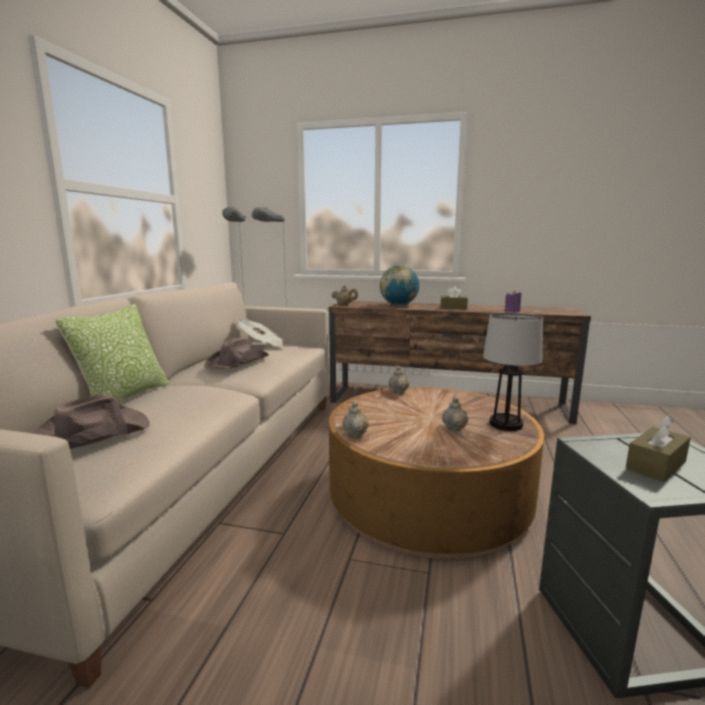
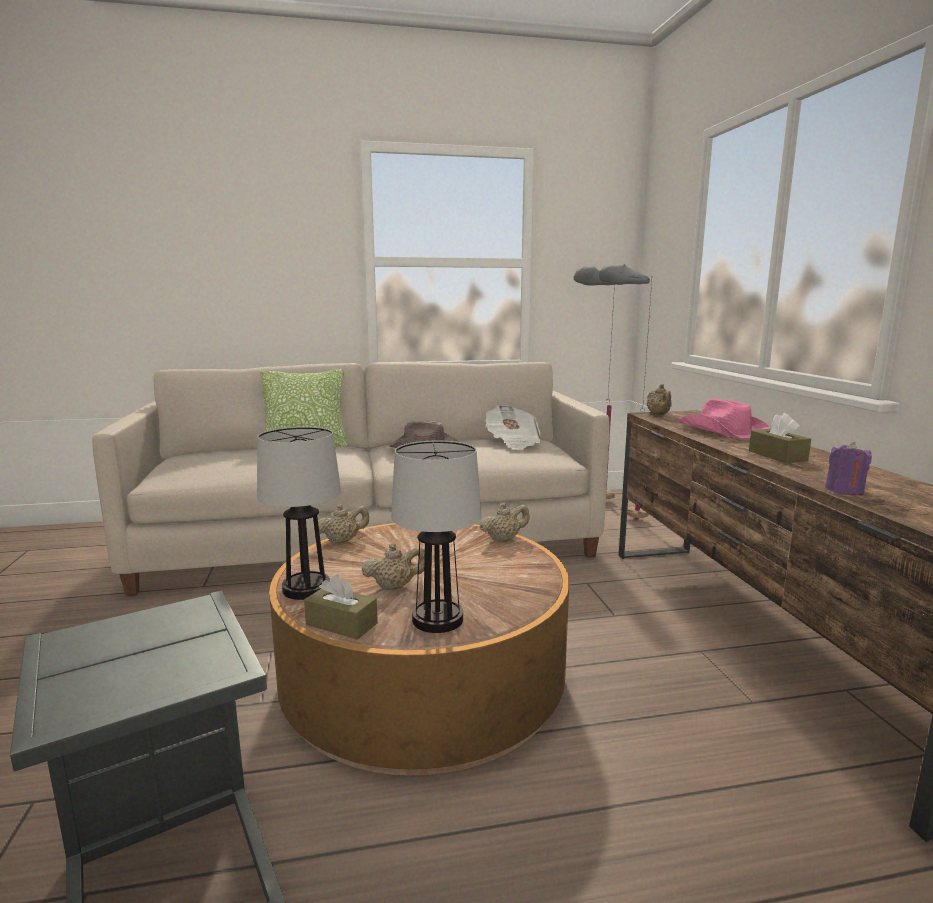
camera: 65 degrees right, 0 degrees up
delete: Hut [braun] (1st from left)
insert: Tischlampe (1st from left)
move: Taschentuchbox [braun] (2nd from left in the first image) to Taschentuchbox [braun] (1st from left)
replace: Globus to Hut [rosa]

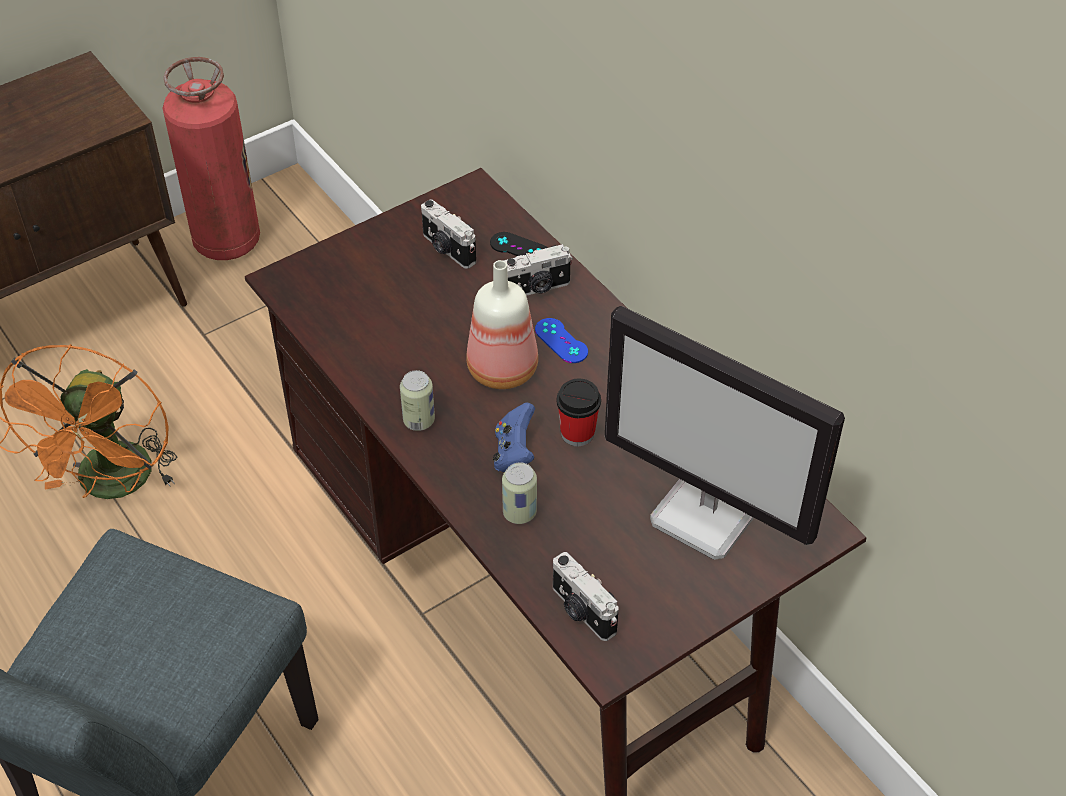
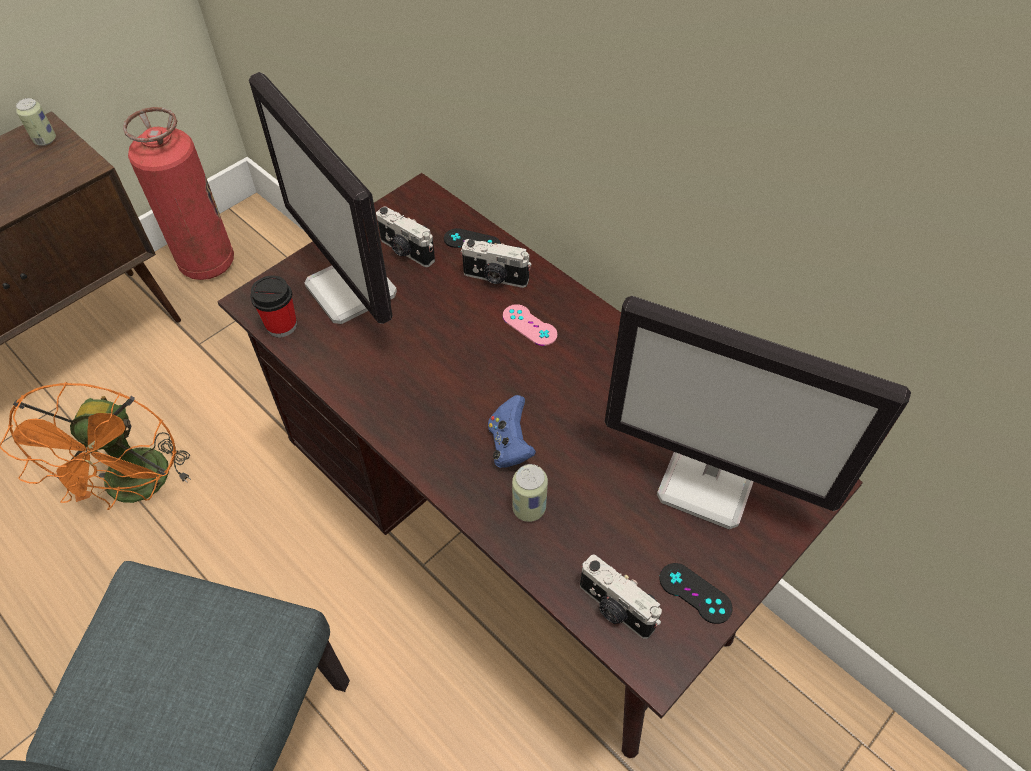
camera: 10 degrees left, 5 degrees up
delete: Flasche
insert: Monitor (1st from left); Gamepad [schwarz] (2nd from left)
move: Dose (1st from left); Tasse
recolor: Gamepad [blau] (2nd from left) to Gamepad [rosa]
rotate: Kamera (2nd from left) 45 degrees clockwise

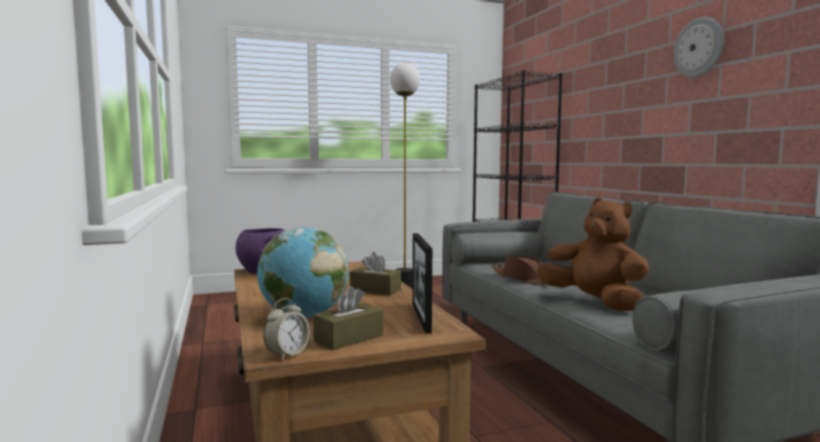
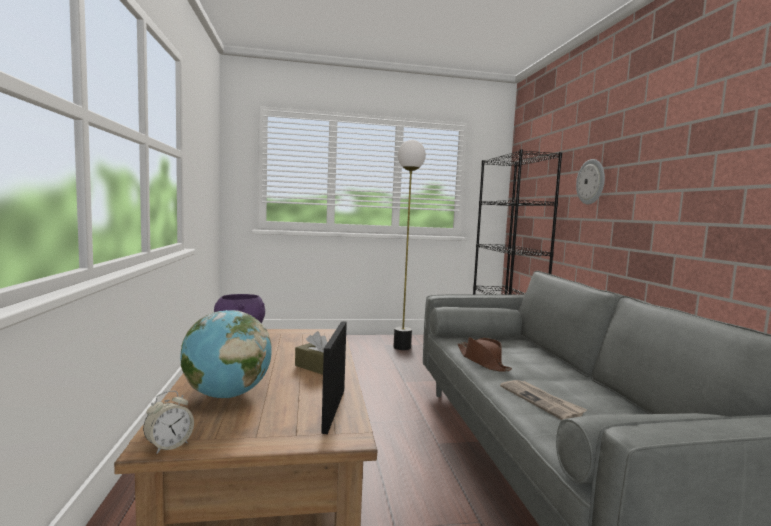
camera: 10 degrees right, 0 degrees up
delete: Taschentuchbox [braun] (1st from left)
move: Wanduhr
replace: Plüschtier [braun] to Zeitung

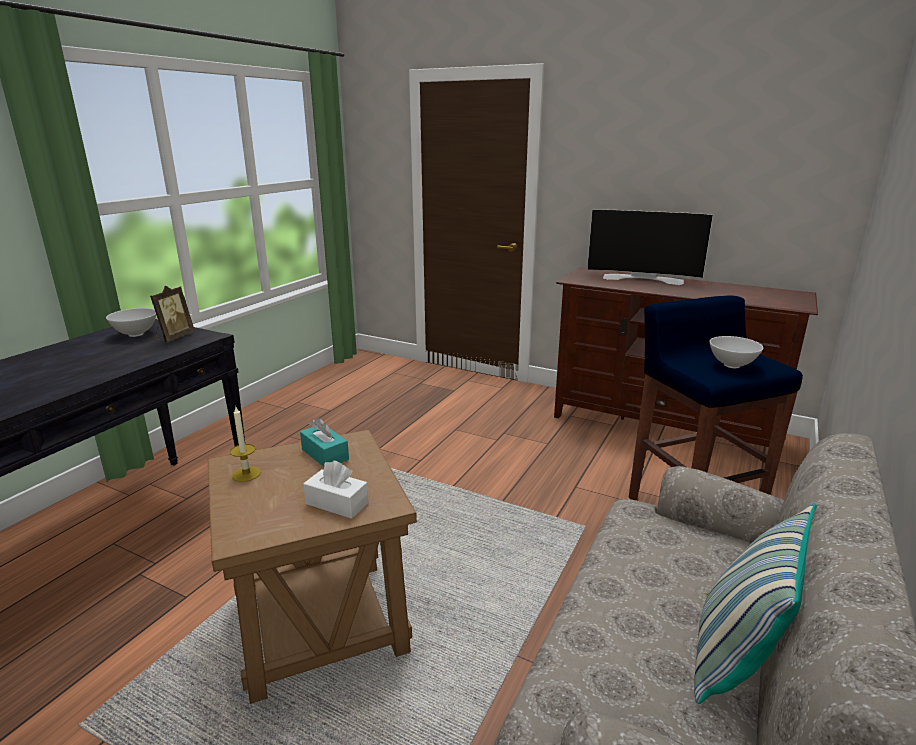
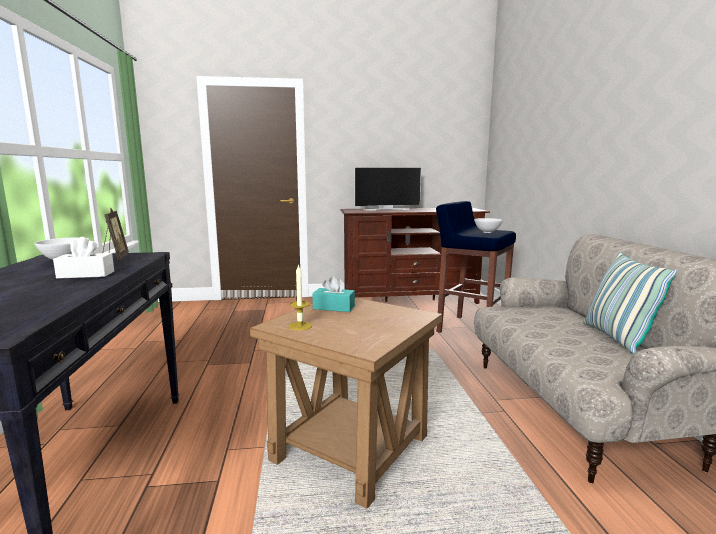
camera: 35 degrees left, 10 degrees down
move: Taschentuchbox [weiß]

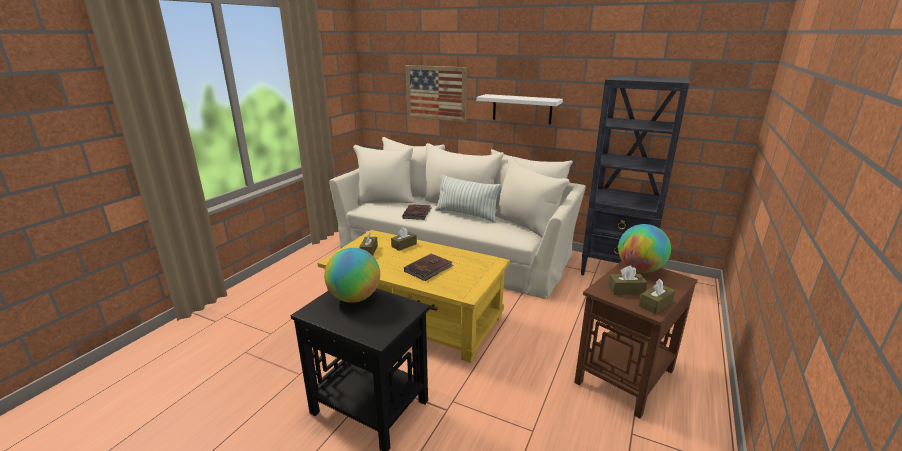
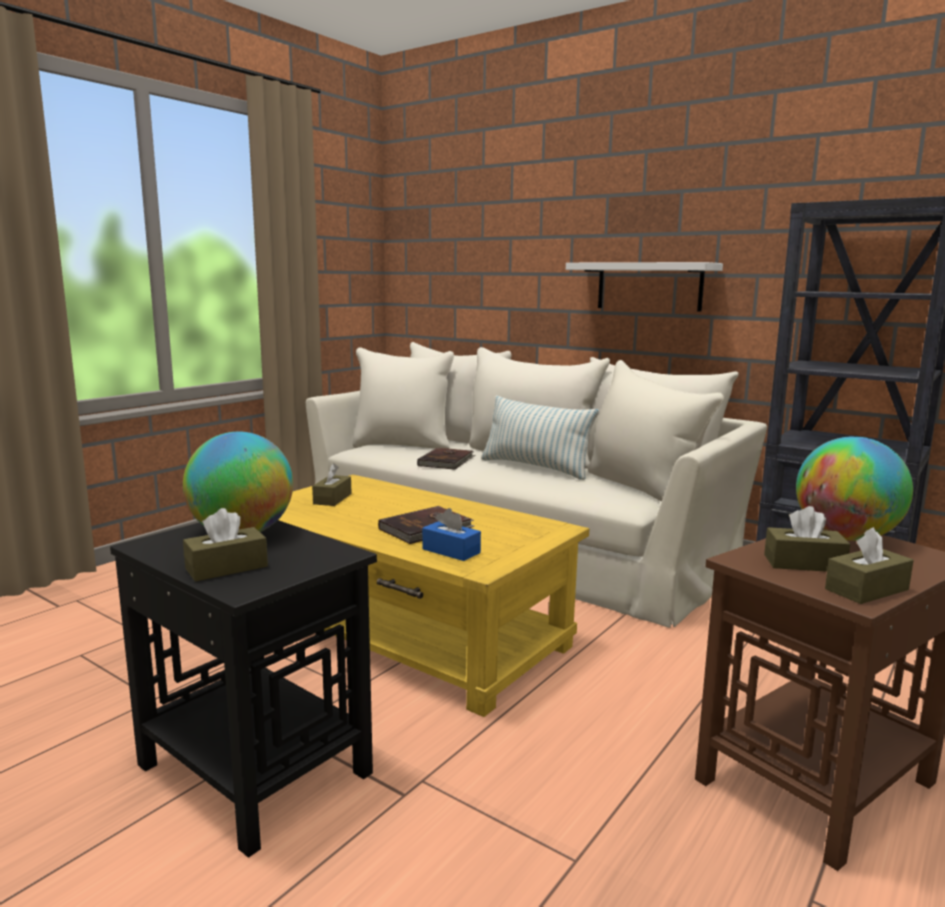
camera: 10 degrees right, 10 degrees down
delete: Bild
insert: Taschentuchbox [blau]
move: Taschentuchbox [braun] (2nd from left in the first image) to Taschentuchbox [braun] (1st from left)

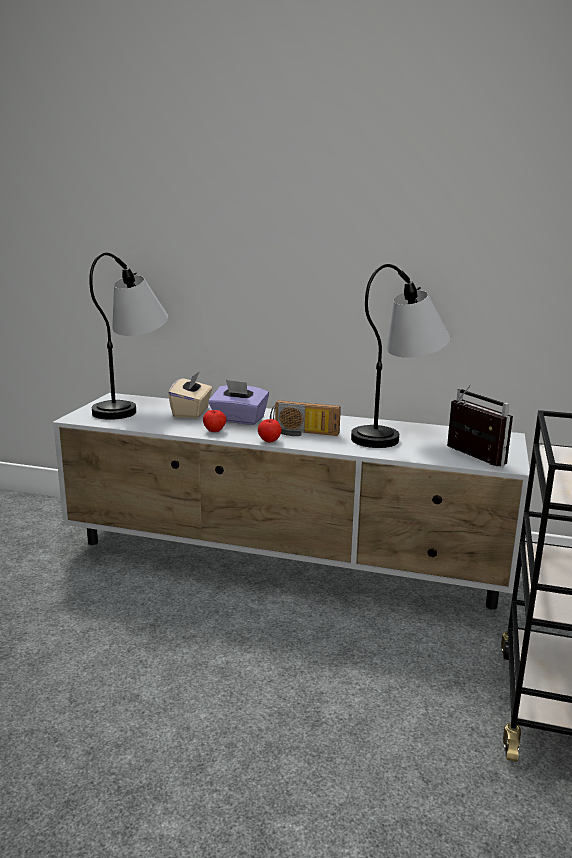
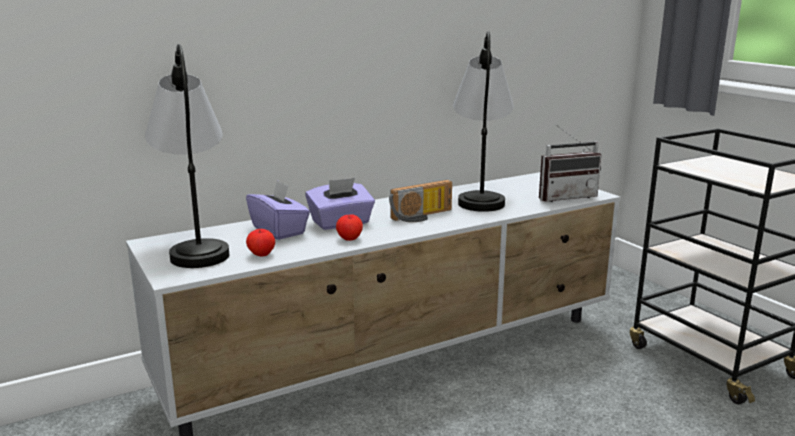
camera: 45 degrees left, 0 degrees up
move: Apfel (2nd from left in the first image) to Apfel (1st from left)
recolor: Taschentuchbox [beige] to Taschentuchbox [lila] (1st from left)
rotate: Radio (2nd from left) 150 degrees clockwise

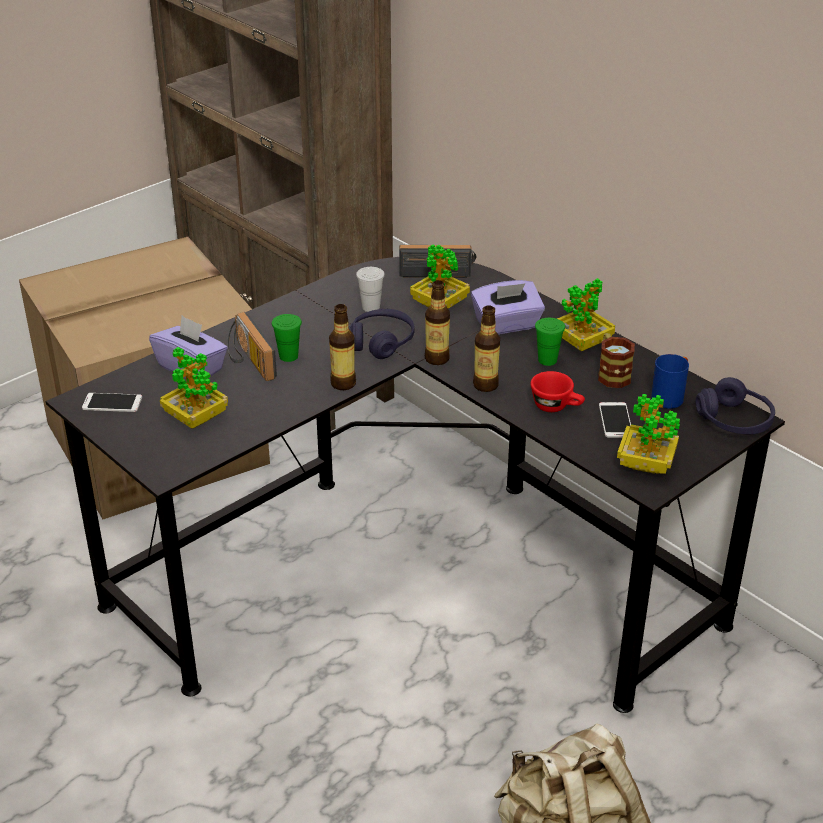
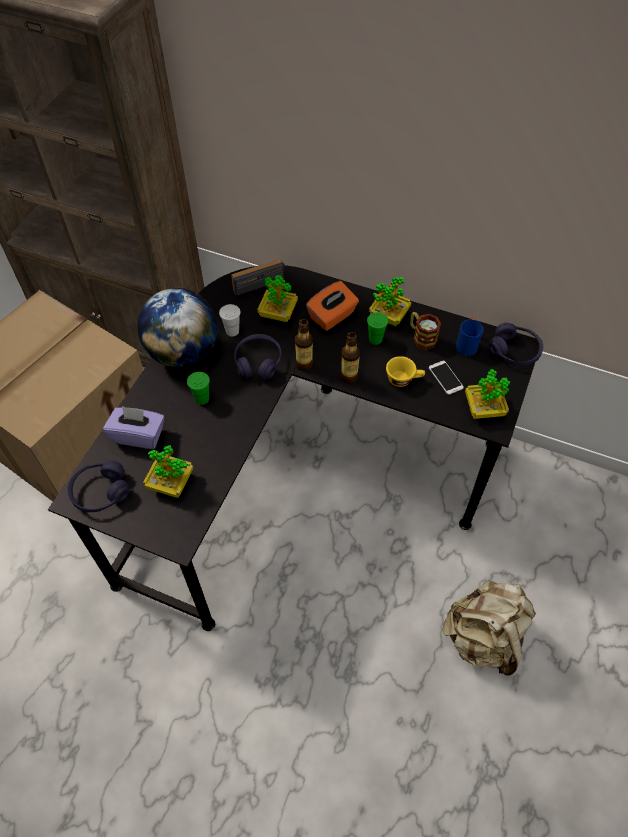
camera: 25 degrees left, 20 degrees up
delete: Radio (1st from left); Flasche (1st from left)
insert: Globus
replace: Handy (1st from left) to Kopfhörer [lila] (1st from left)
recolor: Taschentuchbox [lila] (2nd from left) to Taschentuchbox [orange]; Tasse [rot] to Tasse [gelb]

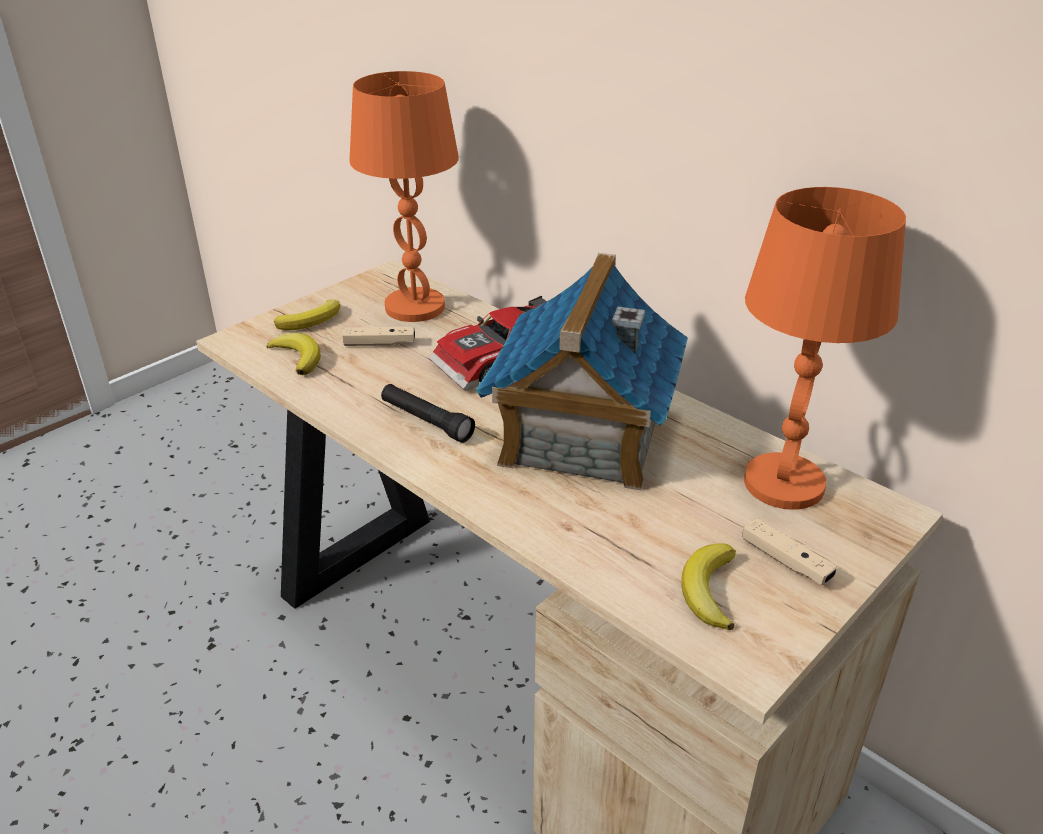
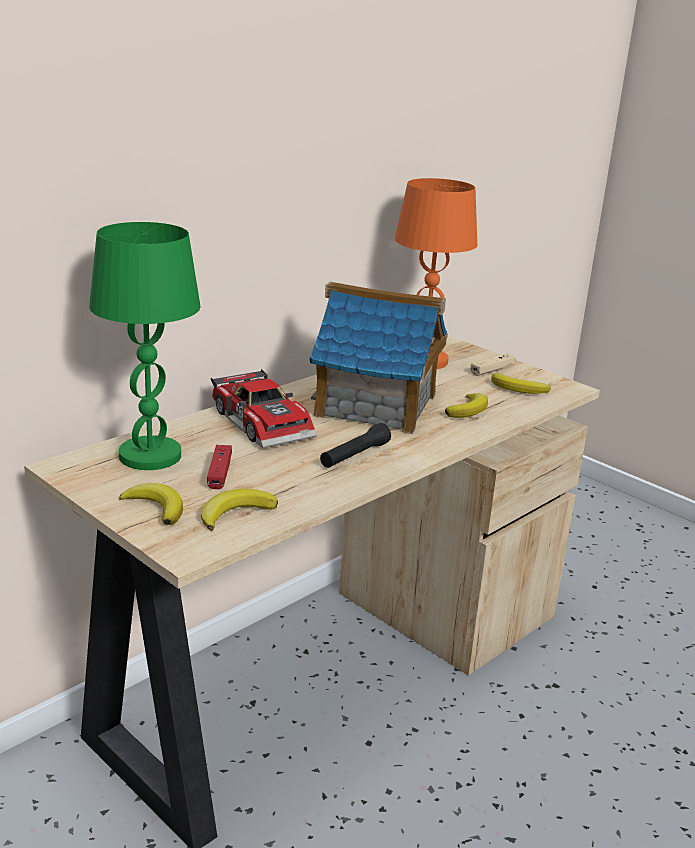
camera: 90 degrees left, 10 degrees down
insert: Banane (3rd from left)
recolor: Gamepad [beige] (1st from left) to Gamepad [rot]; Tischlampe [orange] (1st from left) to Tischlampe [grün]

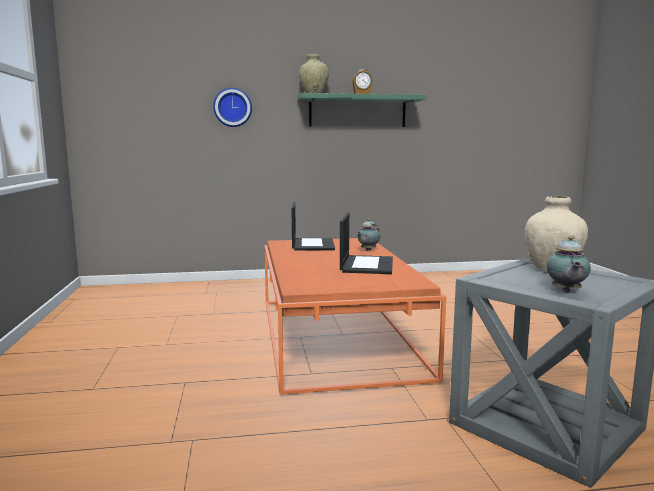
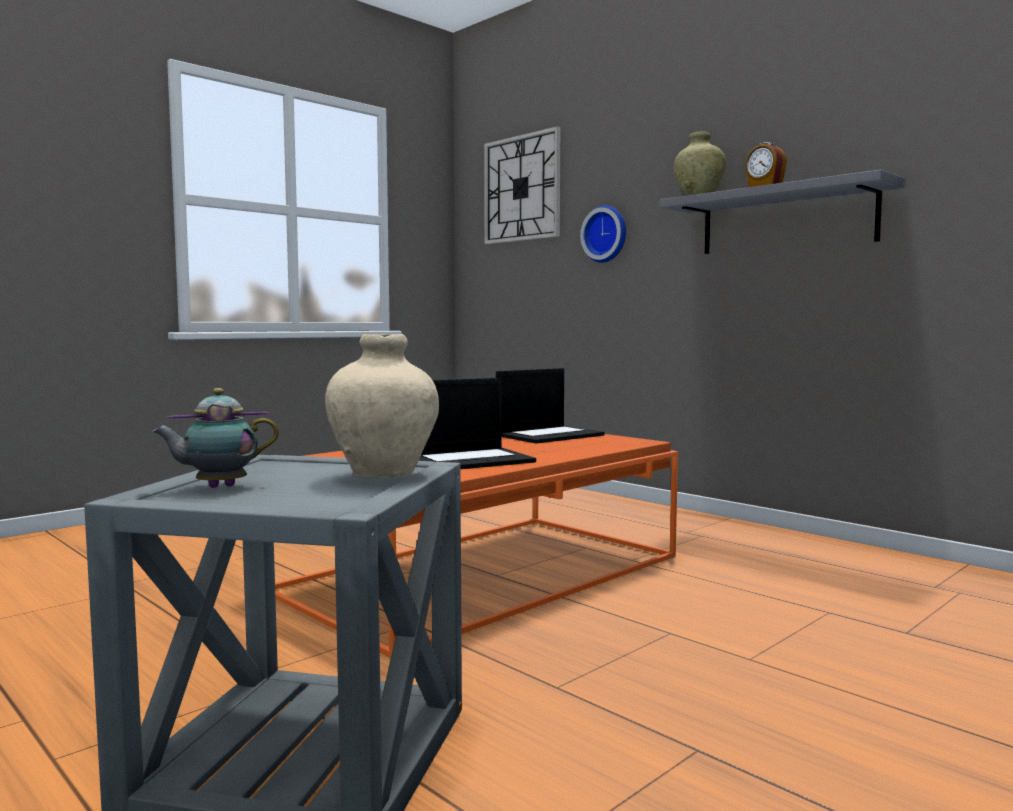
camera: 55 degrees right, 5 degrees down
delete: Teekanne (1st from left)
insert: Wanduhr (1st from left)
recolor: Wandregal [grün] to Wandregal [grau]

